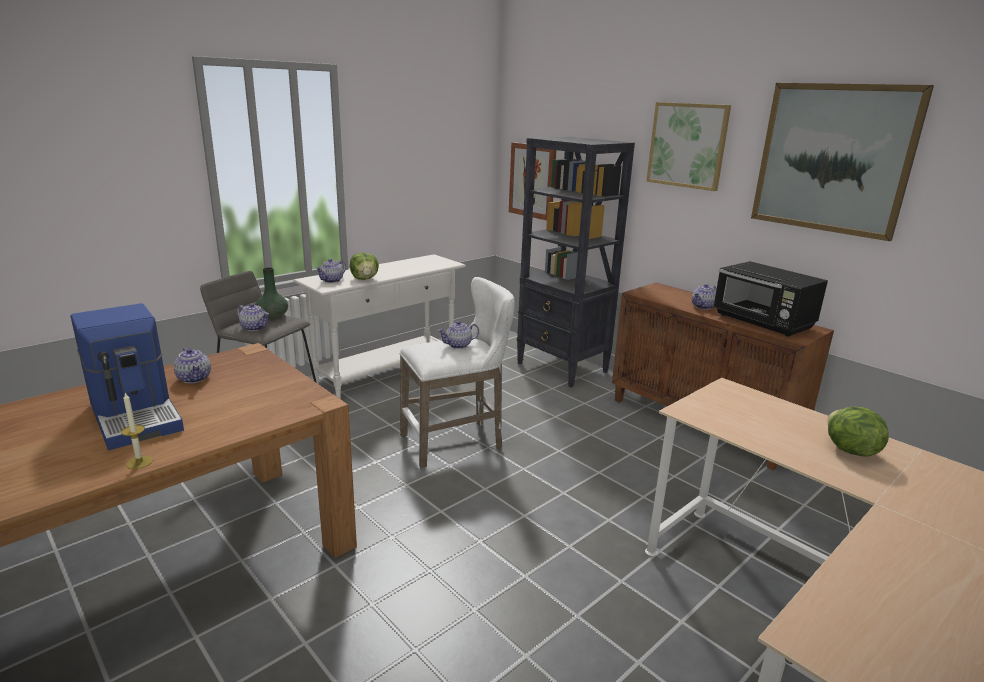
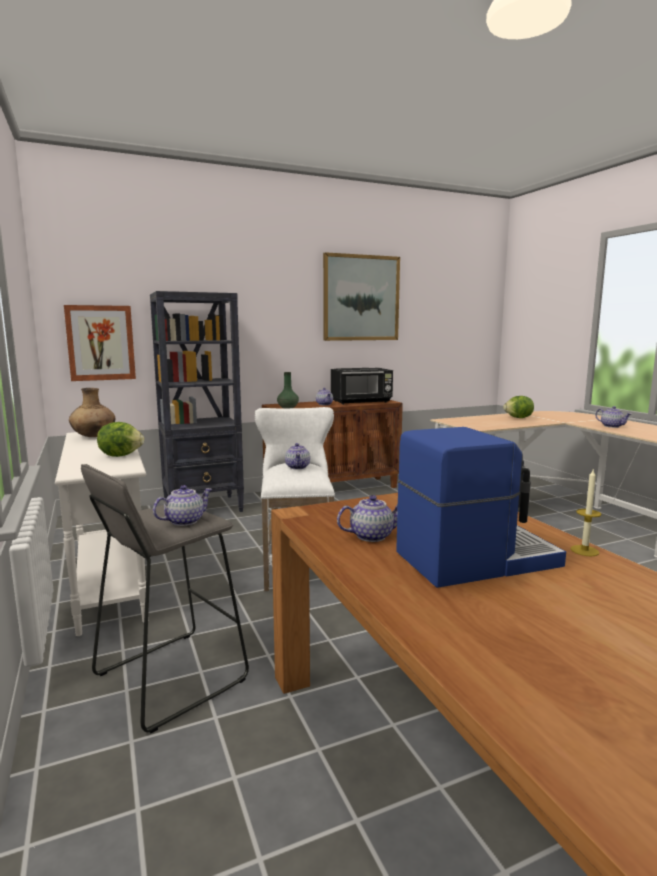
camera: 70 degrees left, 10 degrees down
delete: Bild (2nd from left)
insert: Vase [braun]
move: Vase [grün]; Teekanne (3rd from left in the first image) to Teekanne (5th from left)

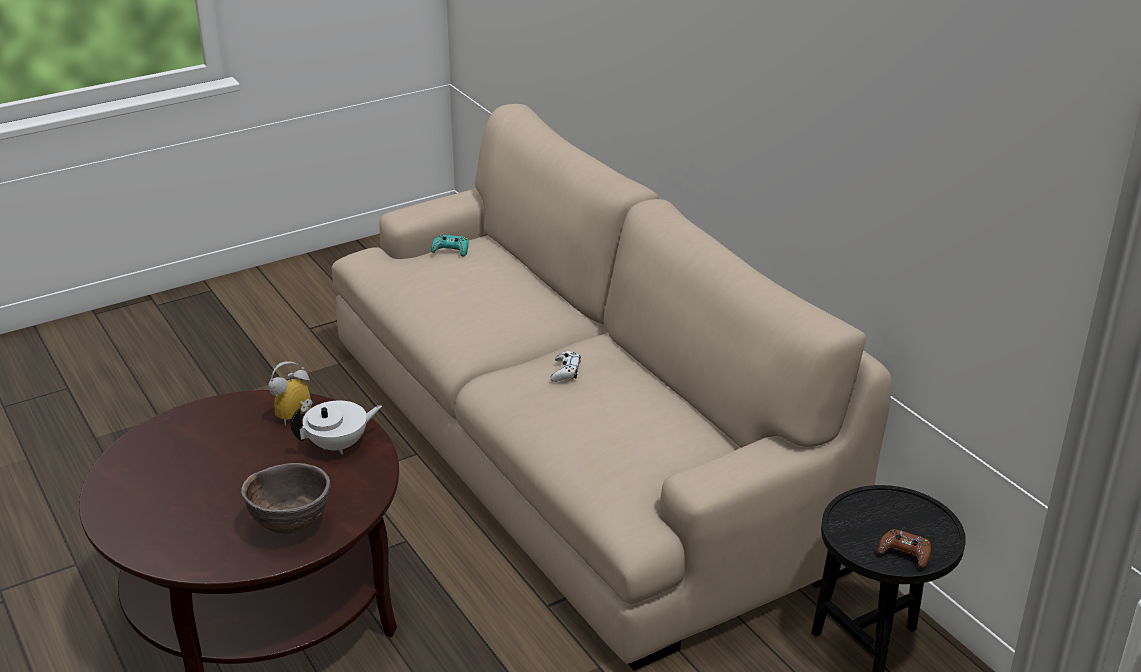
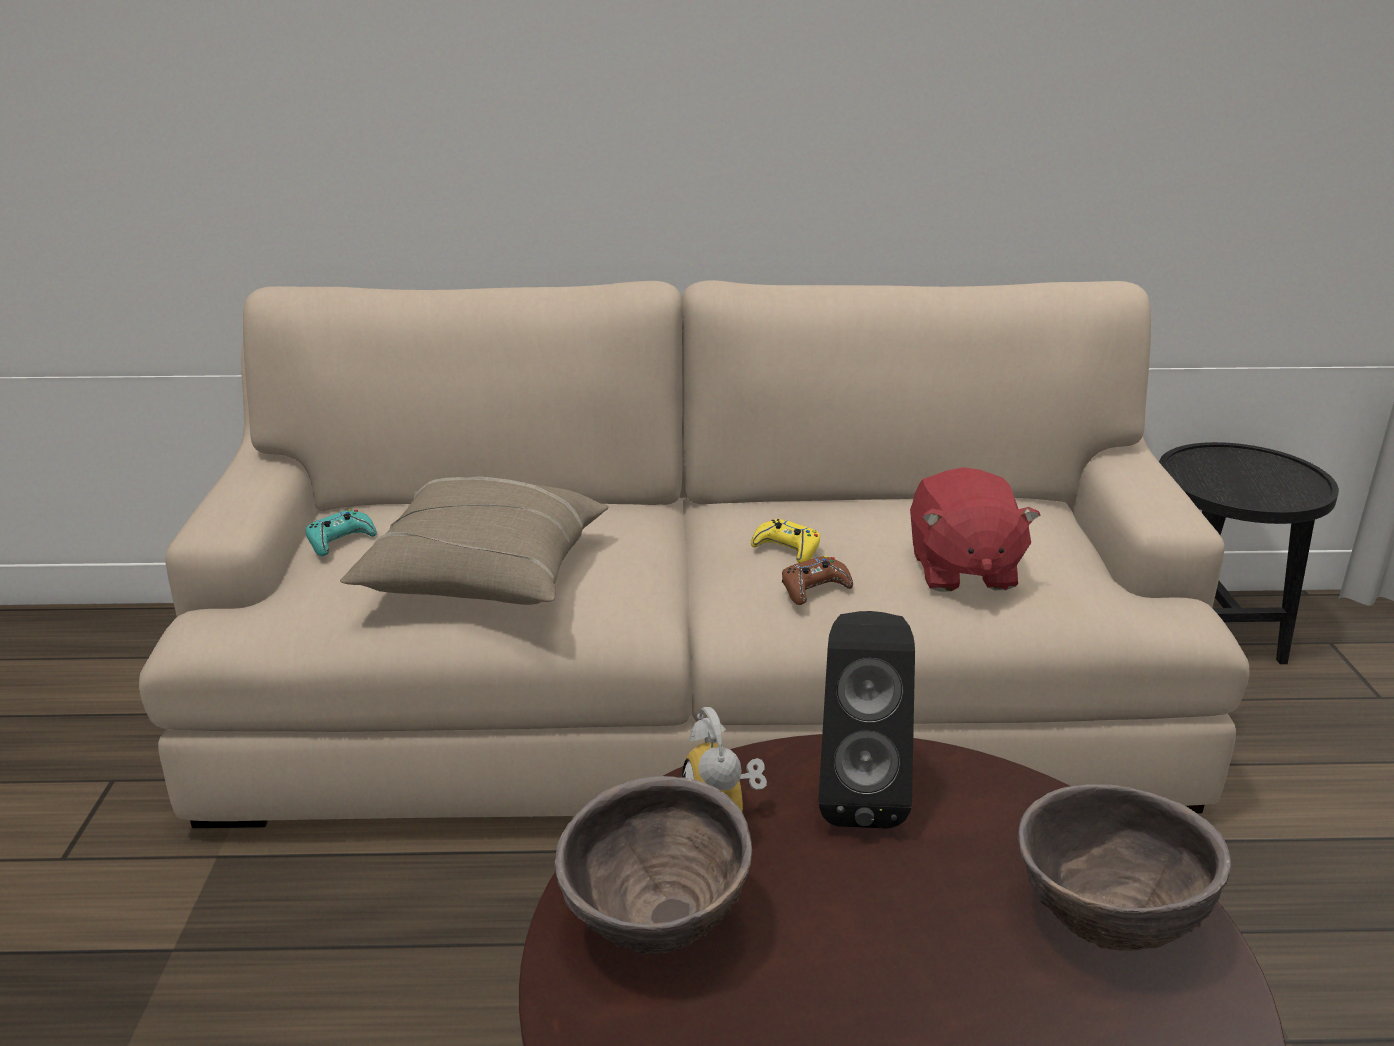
camera: 60 degrees left, 5 degrees down
insert: Kissen [beige]; Schüssel [braun] (1st from left); Plüschtier [rot]
move: Gamepad [braun]
replace: Teekanne [weiß] to Lautsprecher [schwarz]
recolor: Gamepad [weiß] to Gamepad [gelb]

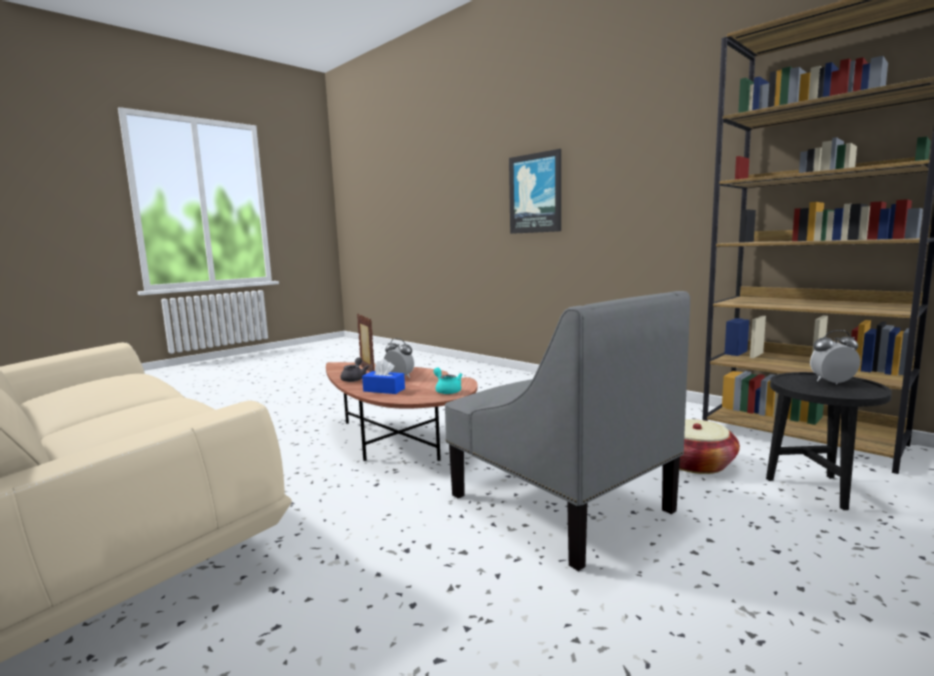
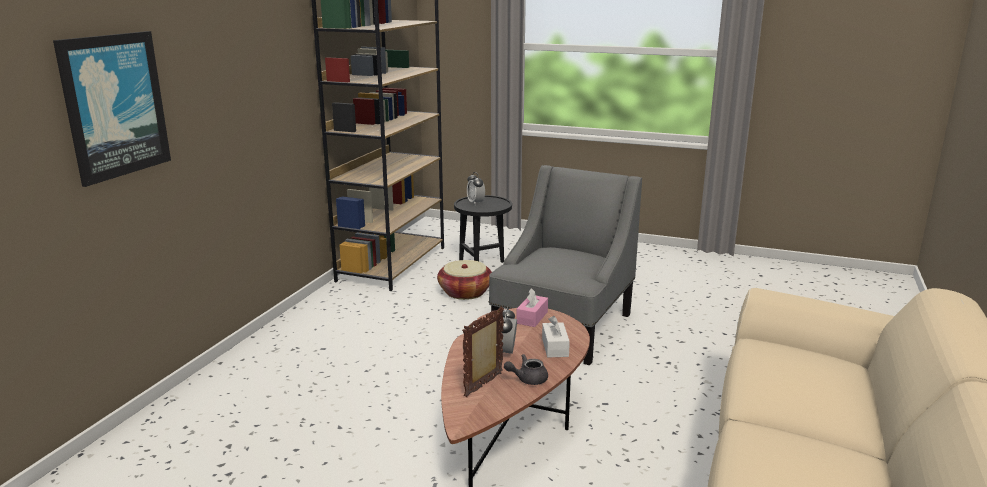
camera: 115 degrees left, 10 degrees up
replace: Teekanne [türkis] to Taschentuchbox [rosa]
recolor: Taschentuchbox [blau] to Taschentuchbox [weiß]

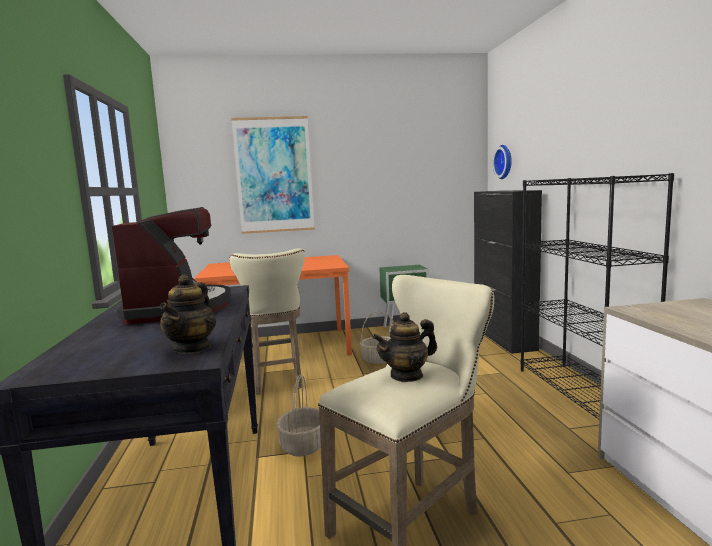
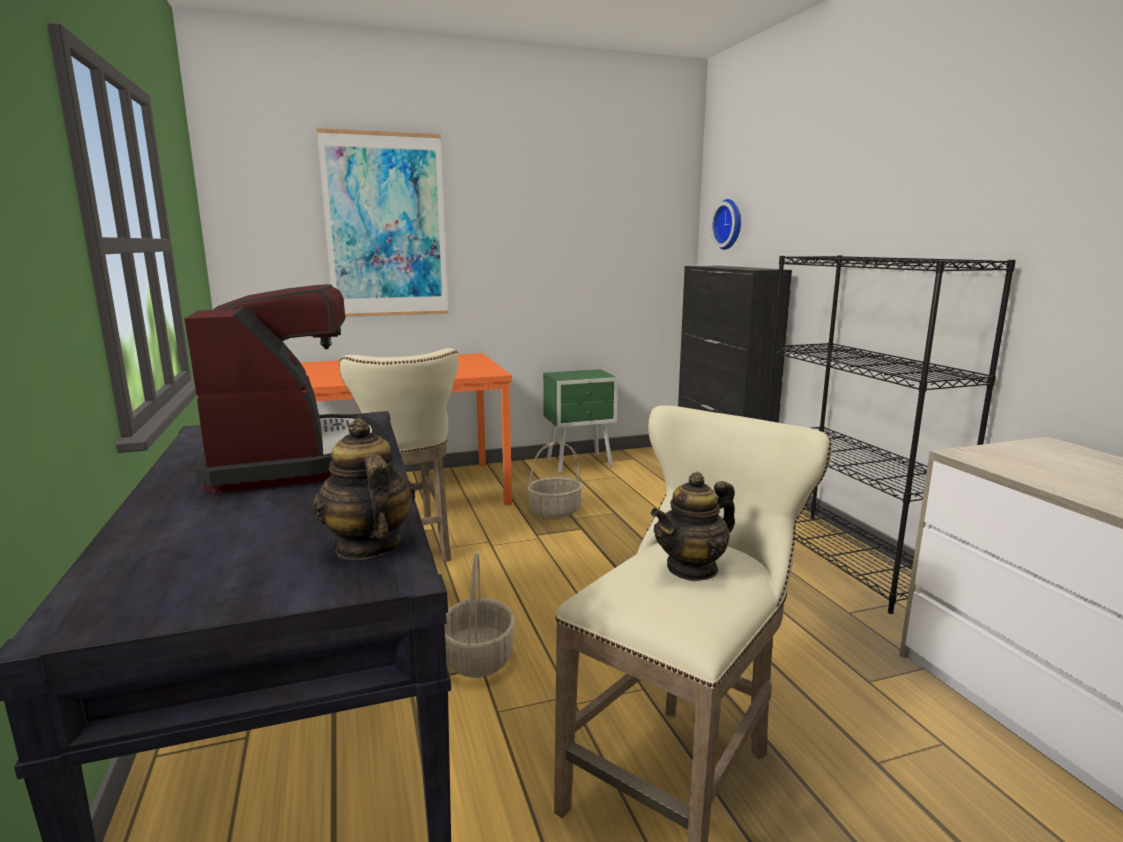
camera: 10 degrees left, 5 degrees up
rotate: Teekanne (1st from left) 150 degrees clockwise

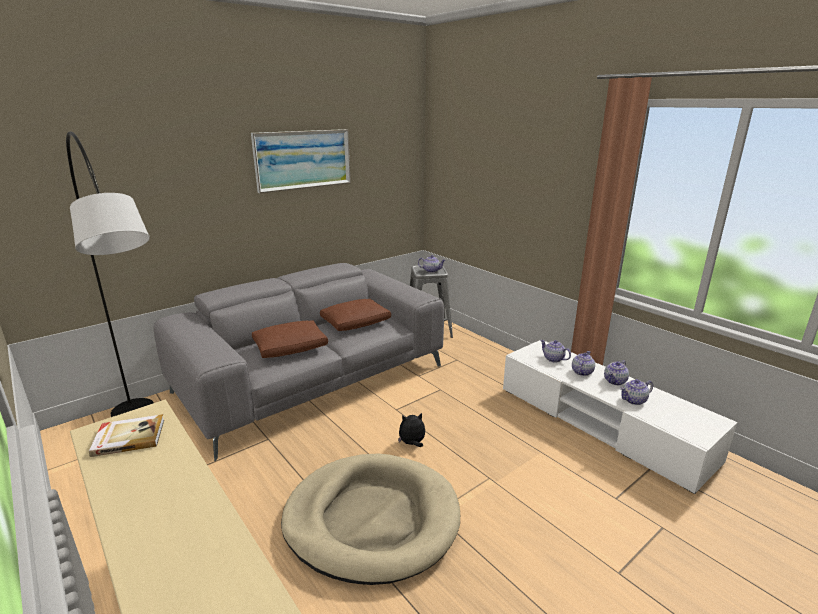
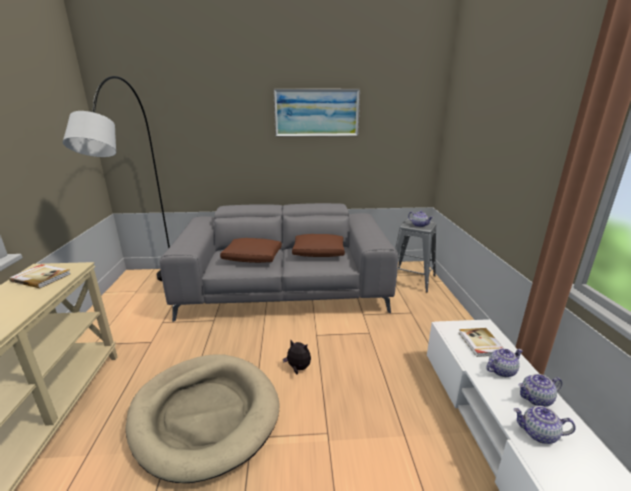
camera: 35 degrees right, 0 degrees up
replace: Teekanne (2nd from left) to Buch (2nd from left)

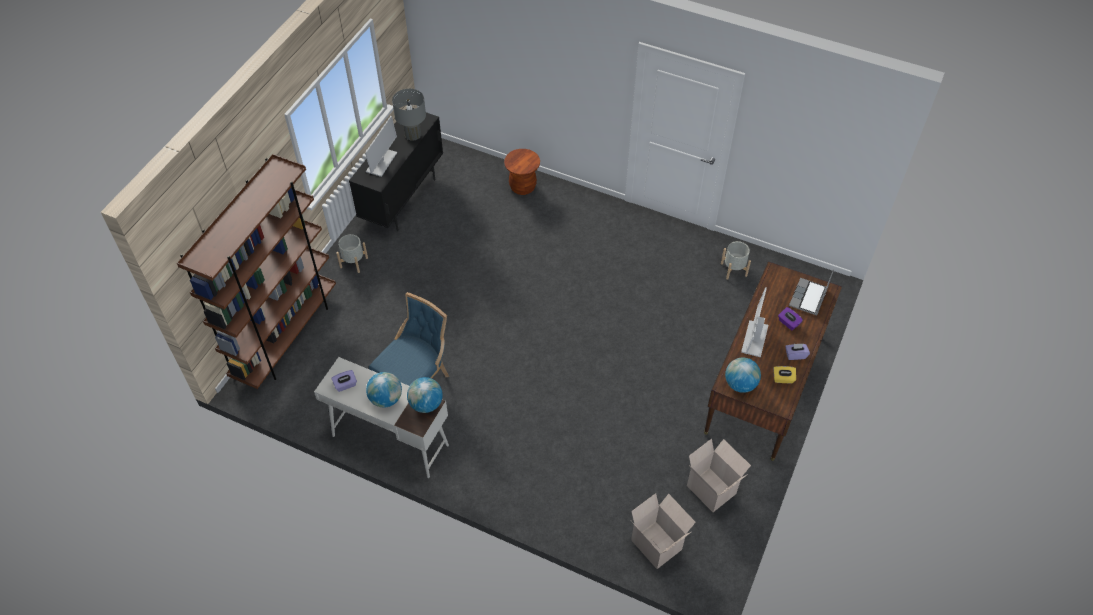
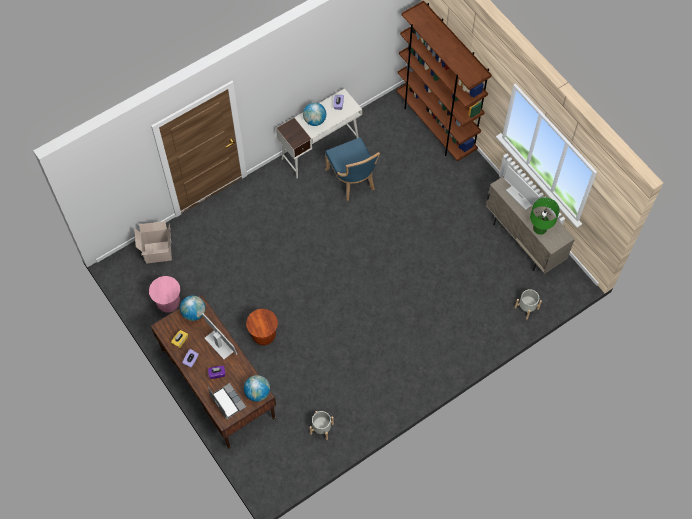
camera: 120 degrees right, 10 degrees up
move: Pflanzkübel [grau] (1st from left in the first image) to Pflanzkübel [grau] (2nd from left); Globus (2nd from left); Hocker [braun]
replace: Karton (2nd from left) to Hocker [rosa]
recolor: Schrank [schwarz] to Schrank [beige]; Tischlampe [grau] to Tischlampe [grün]

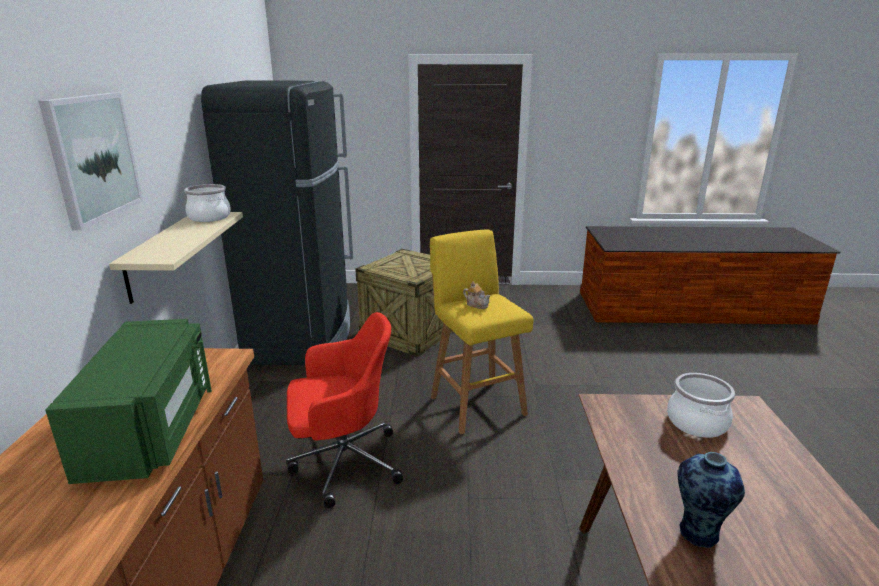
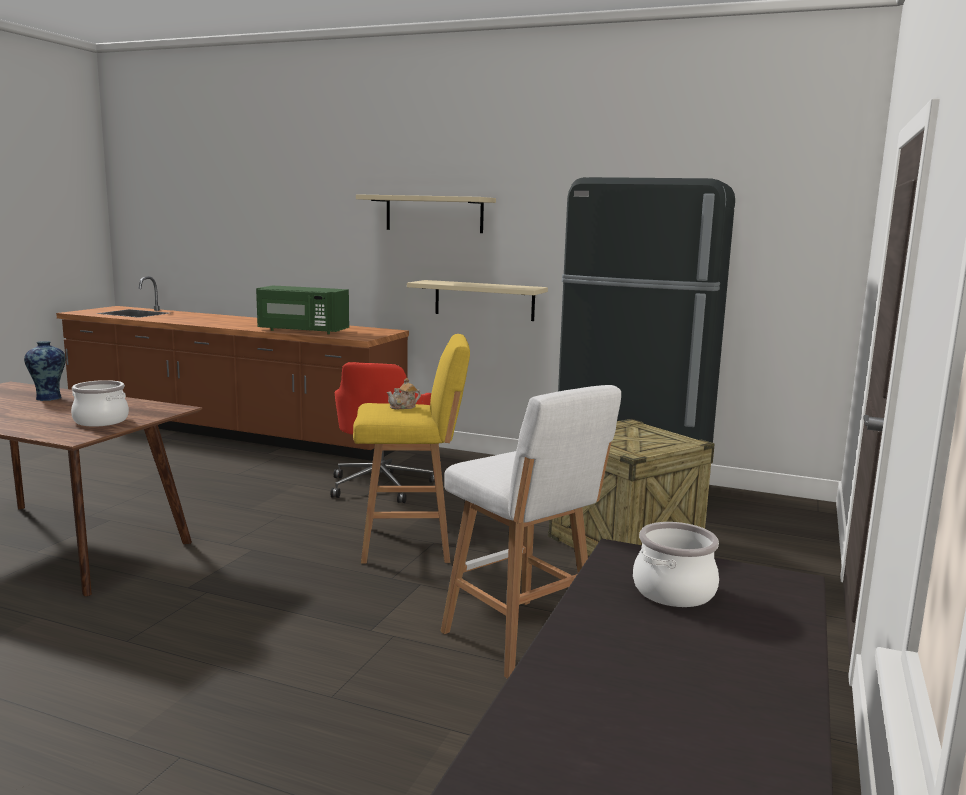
camera: 110 degrees right, 10 degrees down
insert: Hocker [weiß]
move: Kochtopf (1st from left in the first image) to Kochtopf (2nd from left)
replace: Bild to Wandregal [beige] (1st from left)

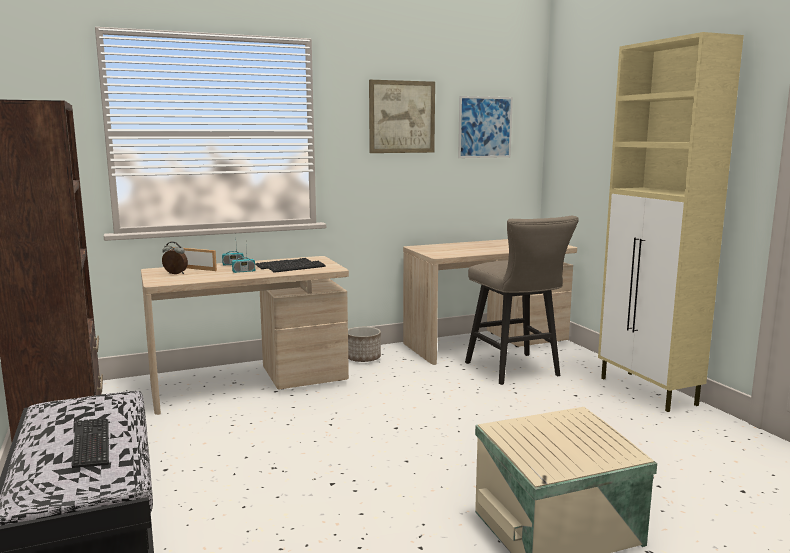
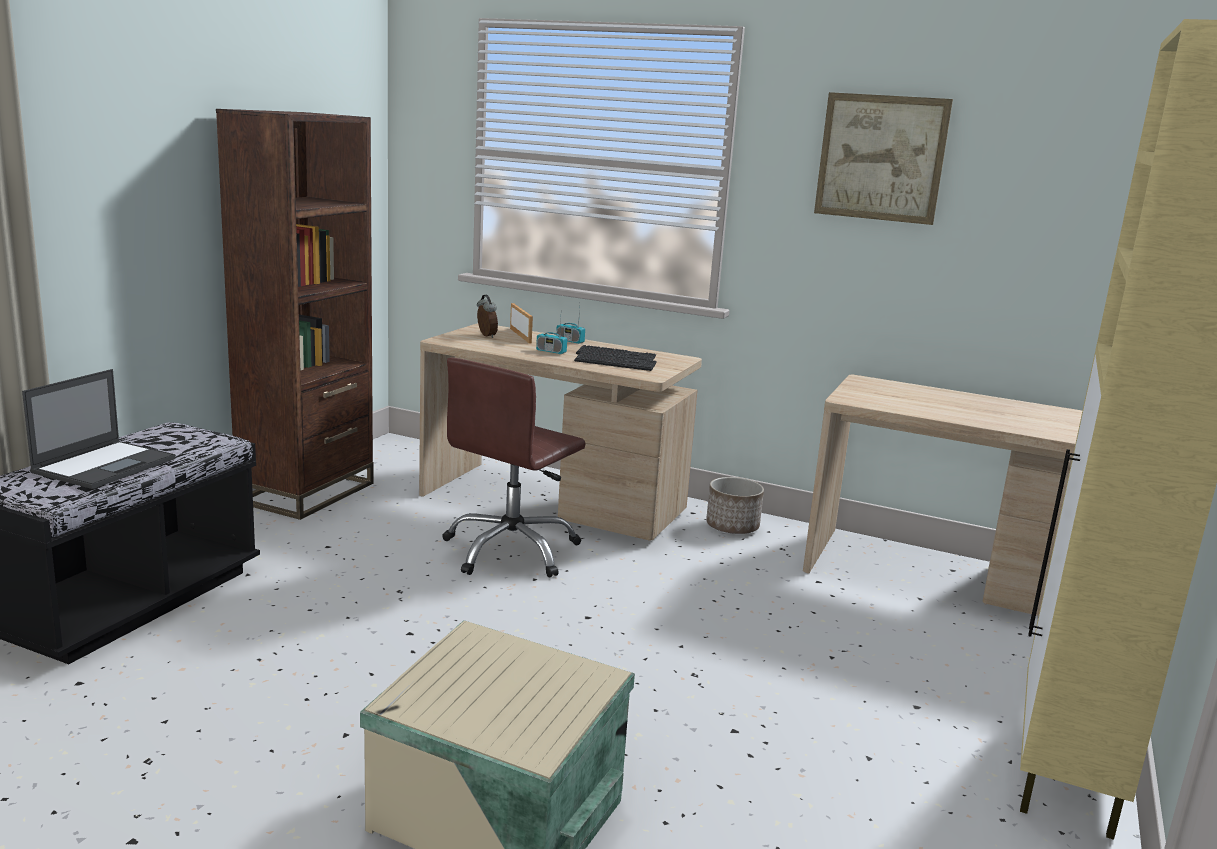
camera: 45 degrees right, 5 degrees up
delete: Bild (2nd from left); Hocker [beige]
insert: Bürostuhl [braun]
replace: Tastatur (1st from left) to Laptop

